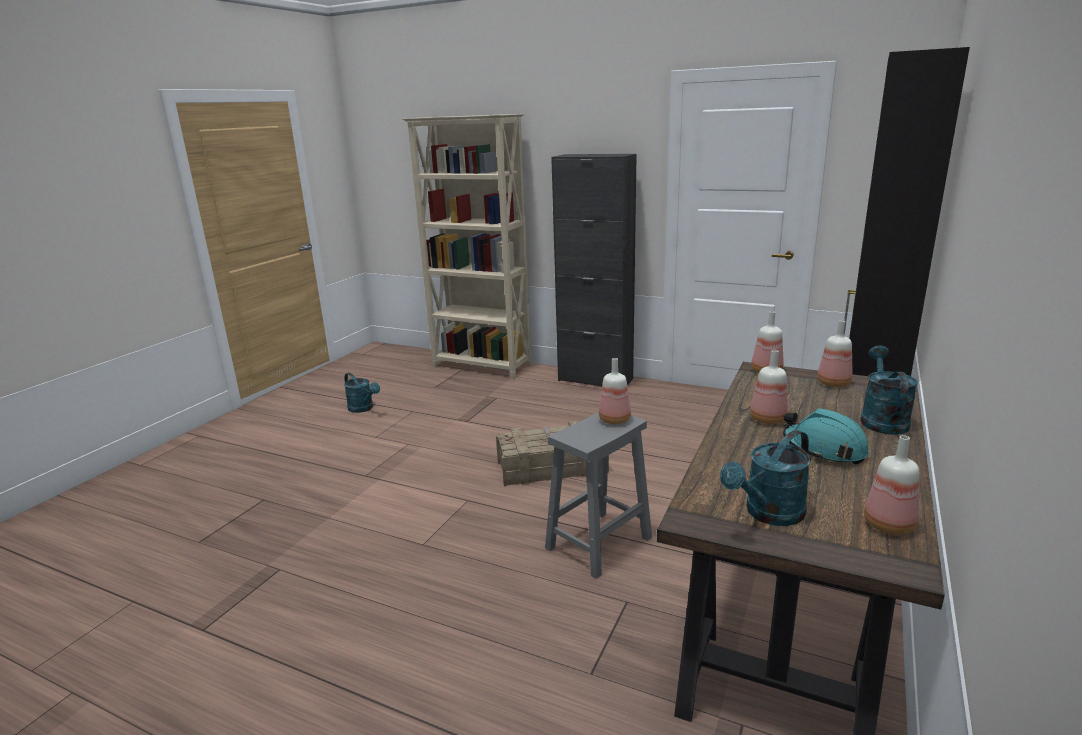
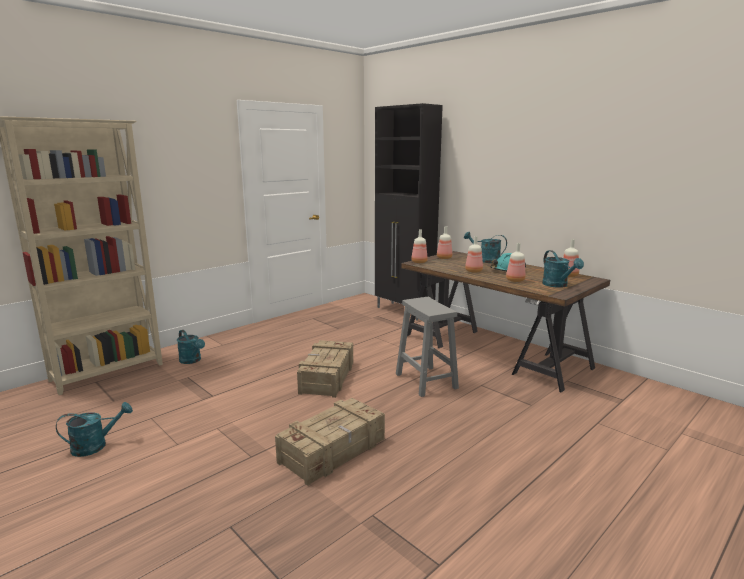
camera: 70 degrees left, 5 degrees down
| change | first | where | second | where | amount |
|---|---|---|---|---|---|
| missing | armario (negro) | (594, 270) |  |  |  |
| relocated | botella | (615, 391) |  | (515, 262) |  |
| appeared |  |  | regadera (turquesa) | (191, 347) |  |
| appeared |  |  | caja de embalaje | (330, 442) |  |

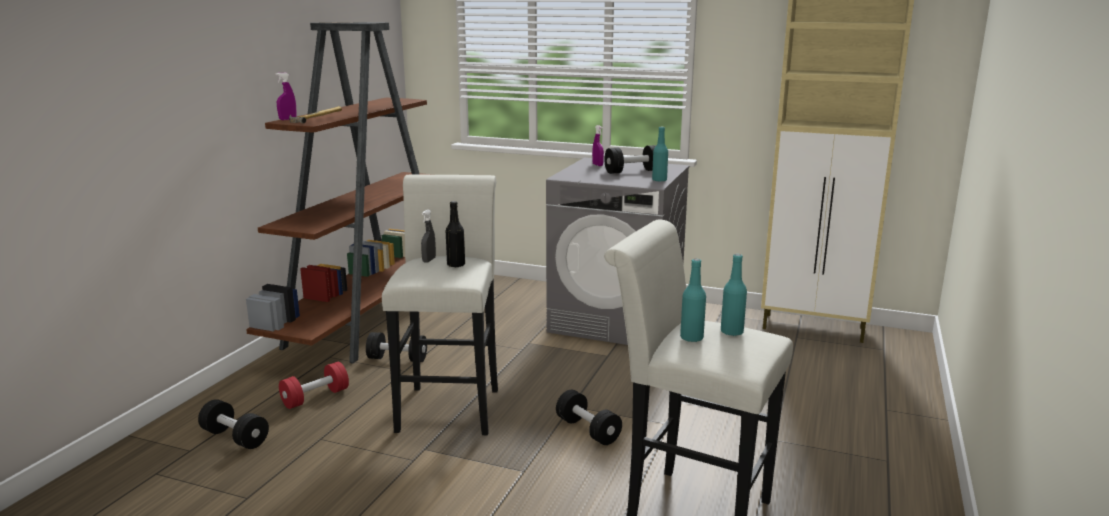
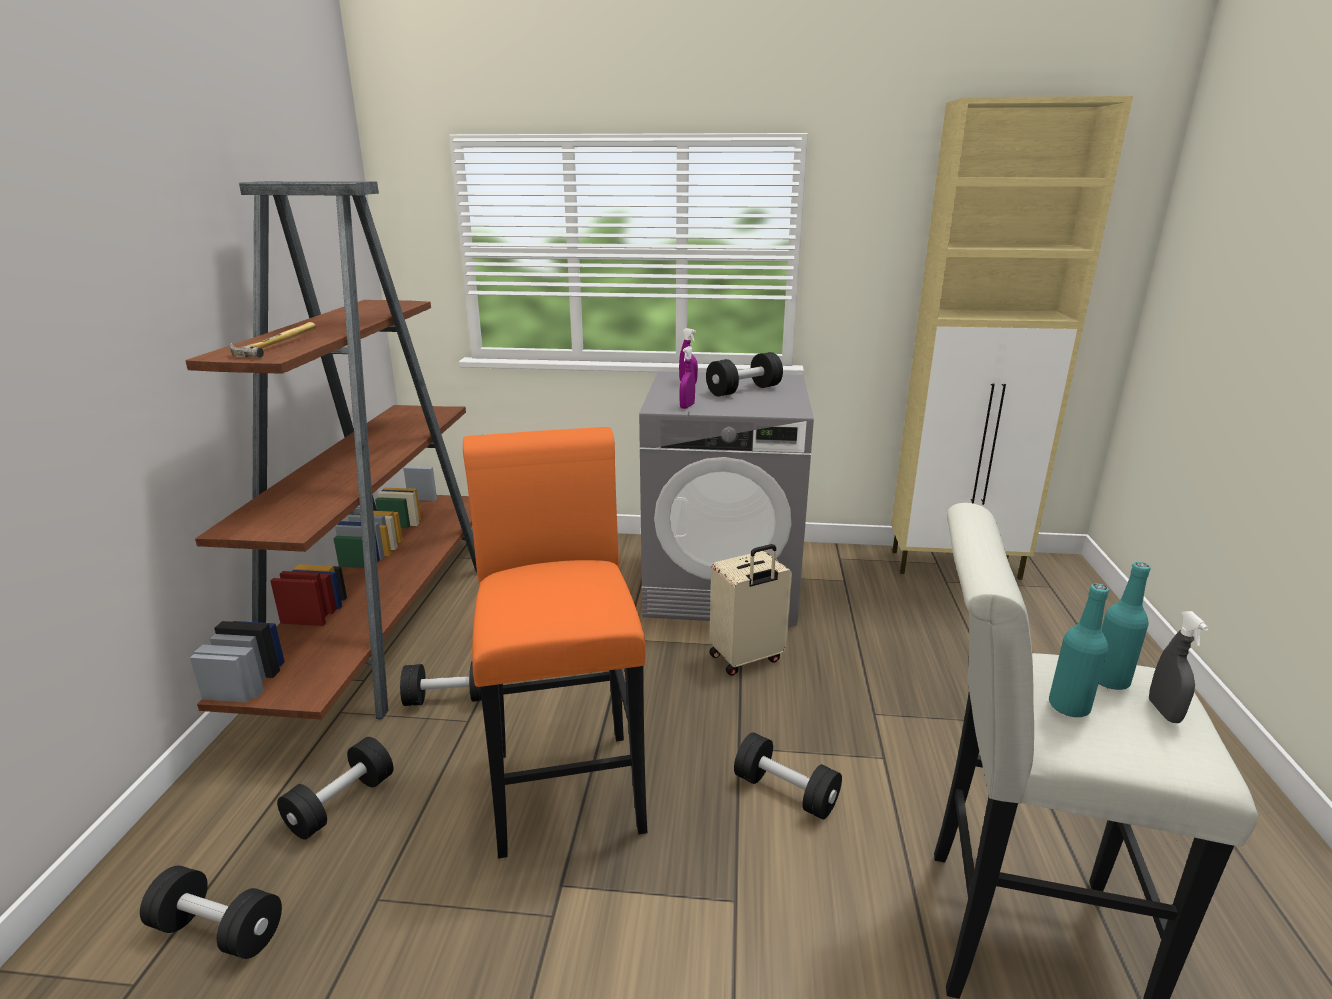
camera: 15 degrees left, 5 degrees up
| change | first | where | second | where | amount |
|---|---|---|---|---|---|
| relocated | pulverizador (morado) | (286, 96) |  | (687, 377) |  |
| colour | mancuerna (rojo) | (314, 385) | mancuerna (negro) | (335, 788) |  |
| colour | taburete (blanco) | (440, 304) | taburete (naranja) | (555, 643) |  |
| relocated | pulverizador (gris) | (428, 236) |  | (1179, 667) |  |
| missing | botella (negro) | (455, 234) |  |  |  |
| missing | botella (turquesa) | (660, 154) |  |  |  |
| appeared |  |  | maleta (beis) | (750, 610) |  |

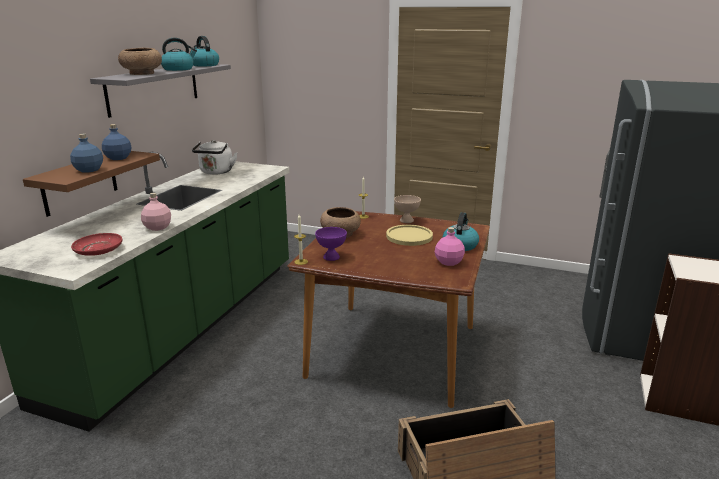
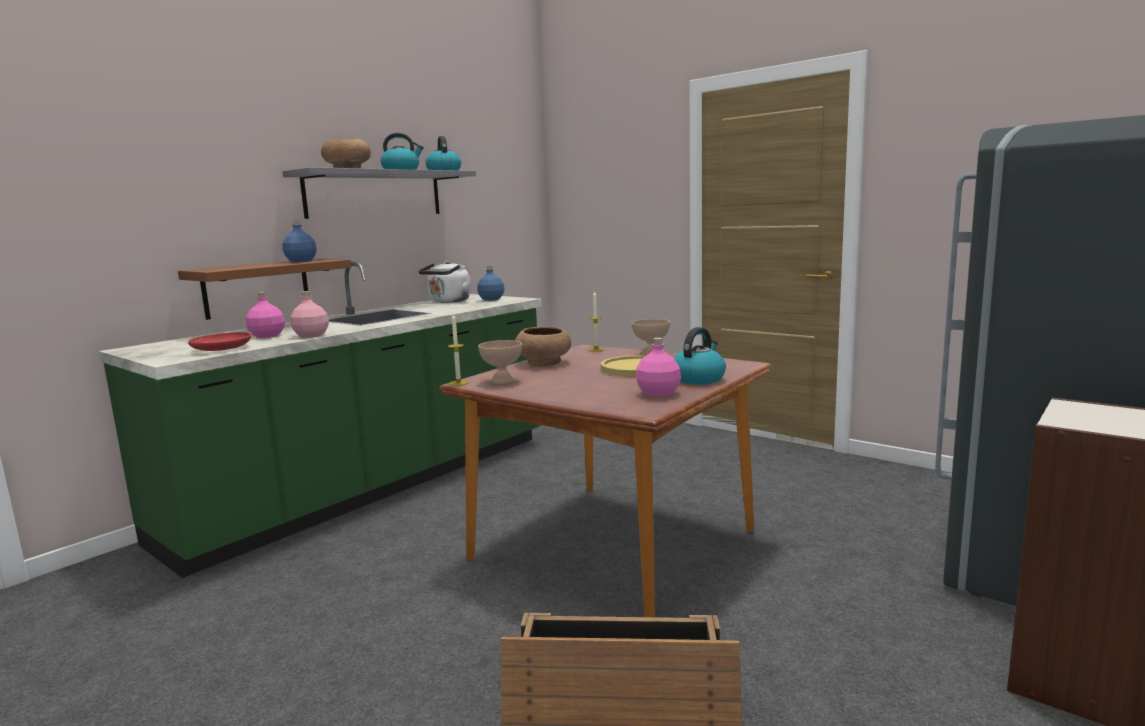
camera: 20 degrees right, 10 degrees down
| change | first | where | second | where | amount |
|---|---|---|---|---|---|
| relocated | botella (azul) | (86, 153) |  | (491, 283) |  |
| colour | cuenco (morado) | (331, 244) | cuenco (beis) | (500, 362) |  |
| appeared |  |  | botella (rosa) | (265, 315) |  |

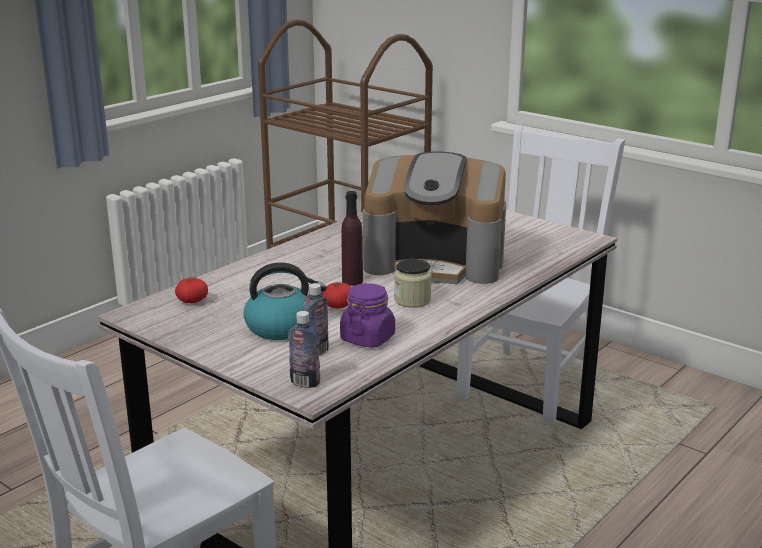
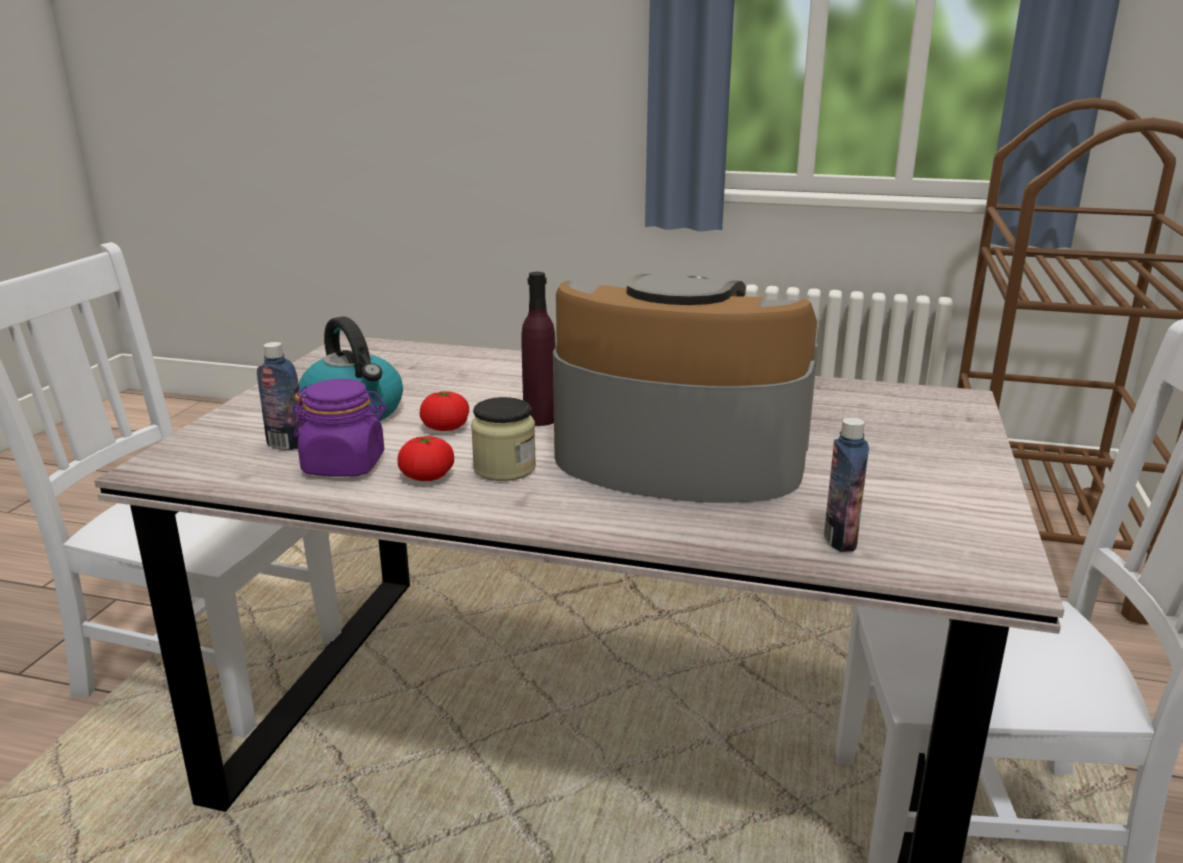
camera: 65 degrees right, 0 degrees up
| change | first | where | second | where | amount |
|---|---|---|---|---|---|
| relocated | tomate | (191, 290) |  | (426, 458) |  |
| relocated | botella | (304, 349) |  | (846, 485) |  |
| spun | cafetera | (434, 217) |  | (685, 388) | 120 degrees clockwise |

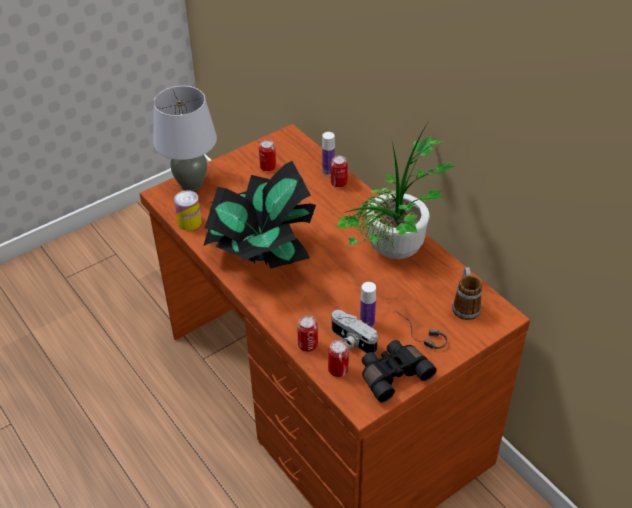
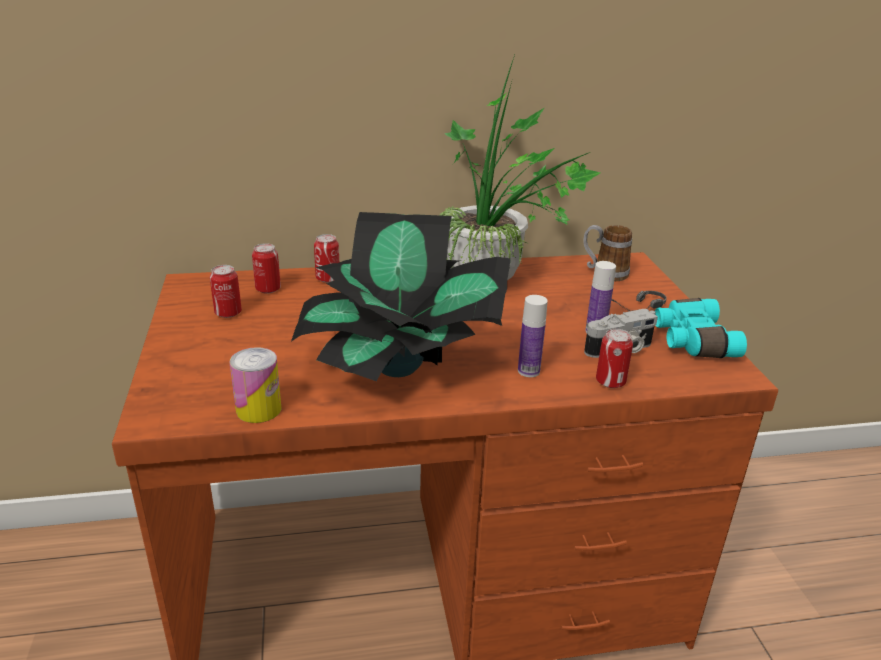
camera: 65 degrees left, 15 degrees down
| change | first | where | second | where | amount |
|---|---|---|---|---|---|
| missing | lámpara de mesa (gris) | (185, 138) |  |  |  |
| relocated | botella | (328, 153) |  | (533, 336) |  |
| relocated | lata | (338, 358) |  | (266, 268) |  |
| colour | prismáticos (negro) | (399, 371) | prismáticos (turquesa) | (701, 328) |  |

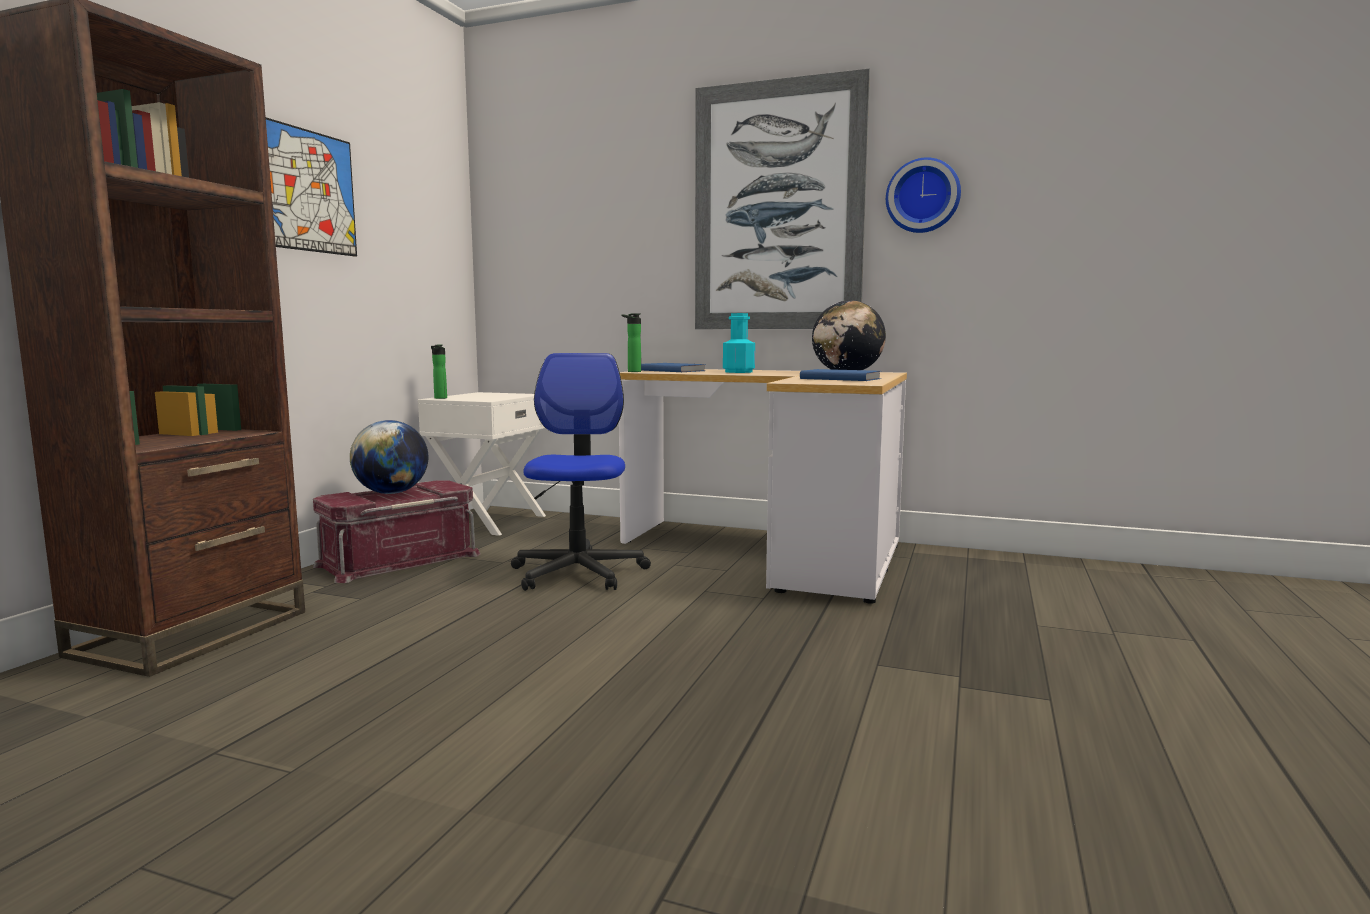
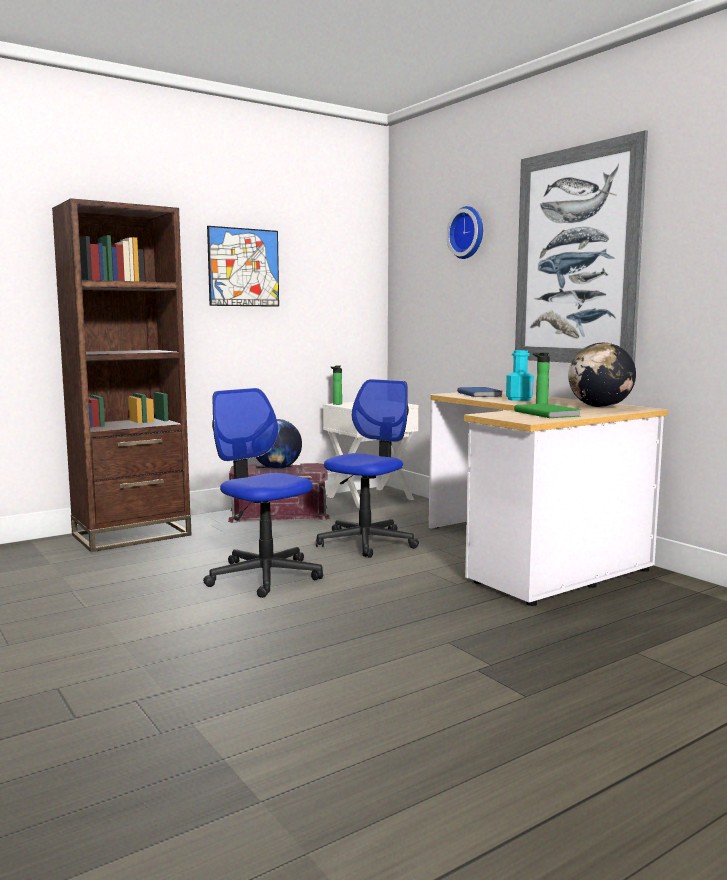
camera: 35 degrees right, 0 degrees up
| change | first | where | second | where | amount |
|---|---|---|---|---|---|
| relocated | botella | (631, 342) |  | (541, 378) |  |
| colour | libro (azul) | (840, 375) | libro (verde) | (547, 411) |  |
| relocated | reloj de pared | (923, 195) |  | (464, 232) |  |
| appeared |  |  | silla de oficina | (263, 493) |  |

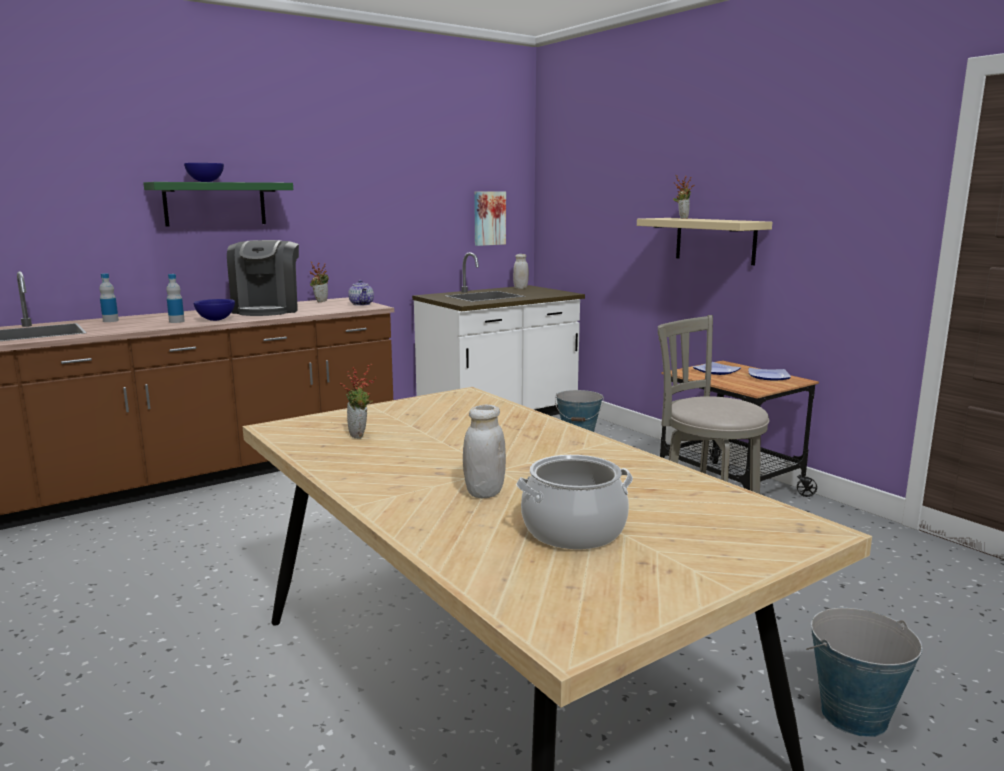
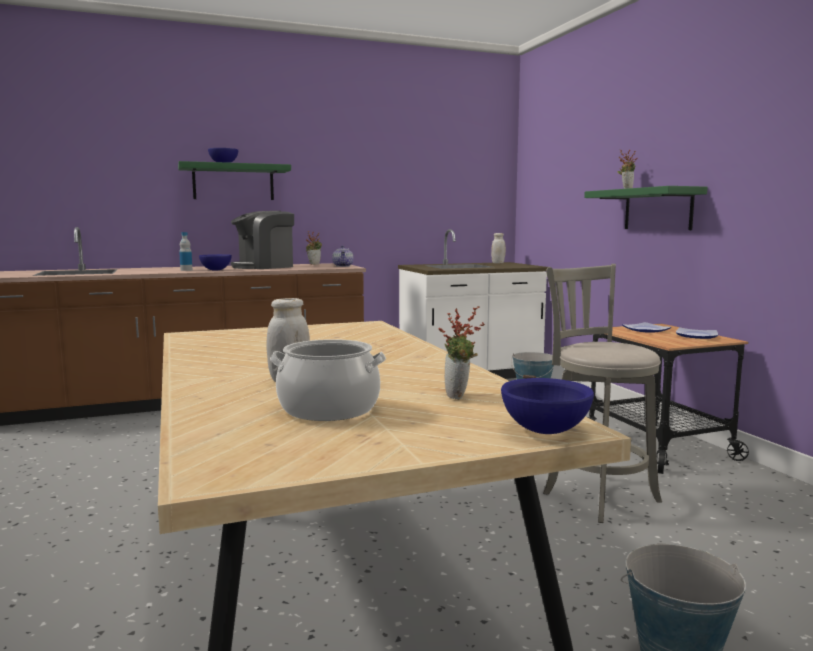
camera: 15 degrees right, 5 degrees down
| change | first | where | second | where | amount |
|---|---|---|---|---|---|
| missing | botella | (109, 297) |  |  |  |
| spun | cafetera | (263, 278) |  | (262, 240) | 45 degrees clockwise |
| relocated | planta en maceta | (358, 401) |  | (461, 353) |  |
| missing | cuadro | (490, 218) |  |  |  |
| colour | estante (beis) | (704, 241) | estante (verde) | (645, 208) |  |
| appeared |  |  | cuenco (azul) | (547, 406) |  |

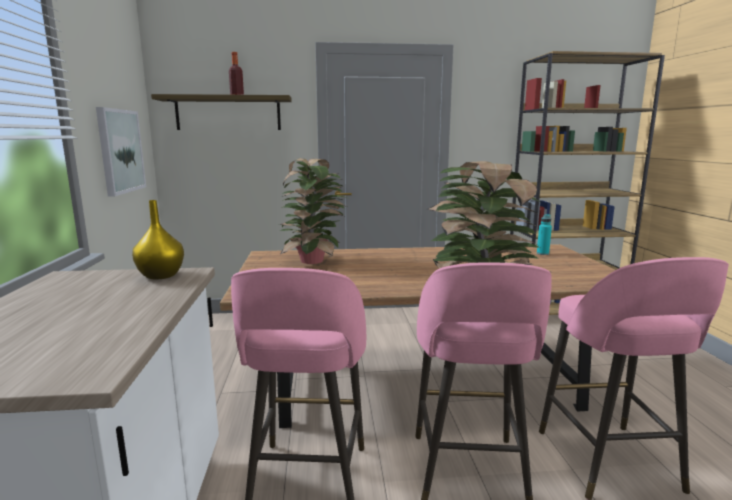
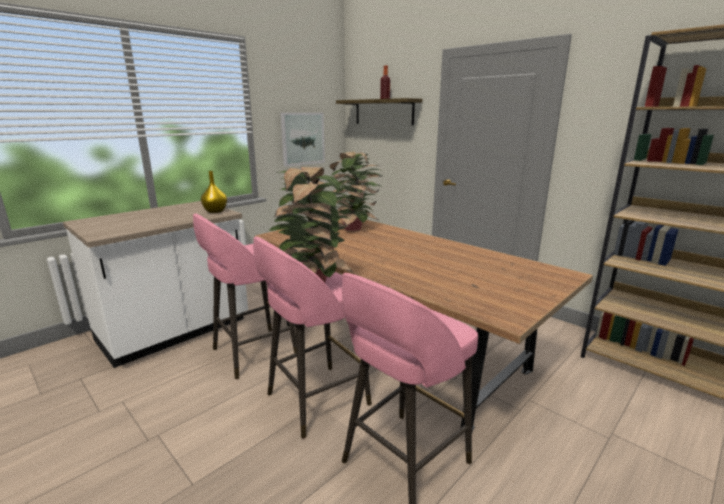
camera: 50 degrees right, 5 degrees up
| change | first | where | second | where | amount |
|---|---|---|---|---|---|
| missing | botella (turquesa) | (544, 234) |  |  |  |

